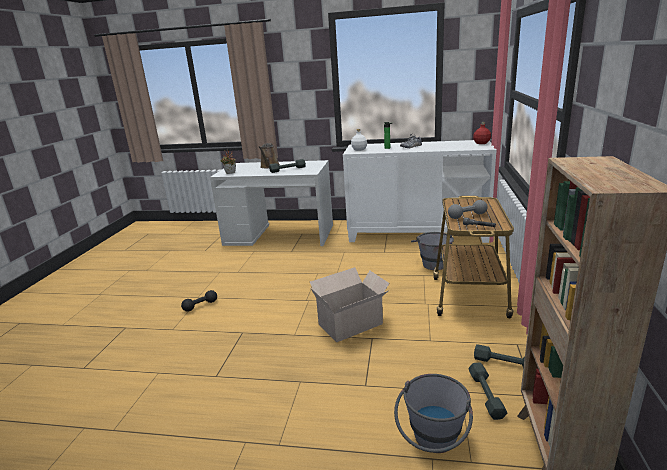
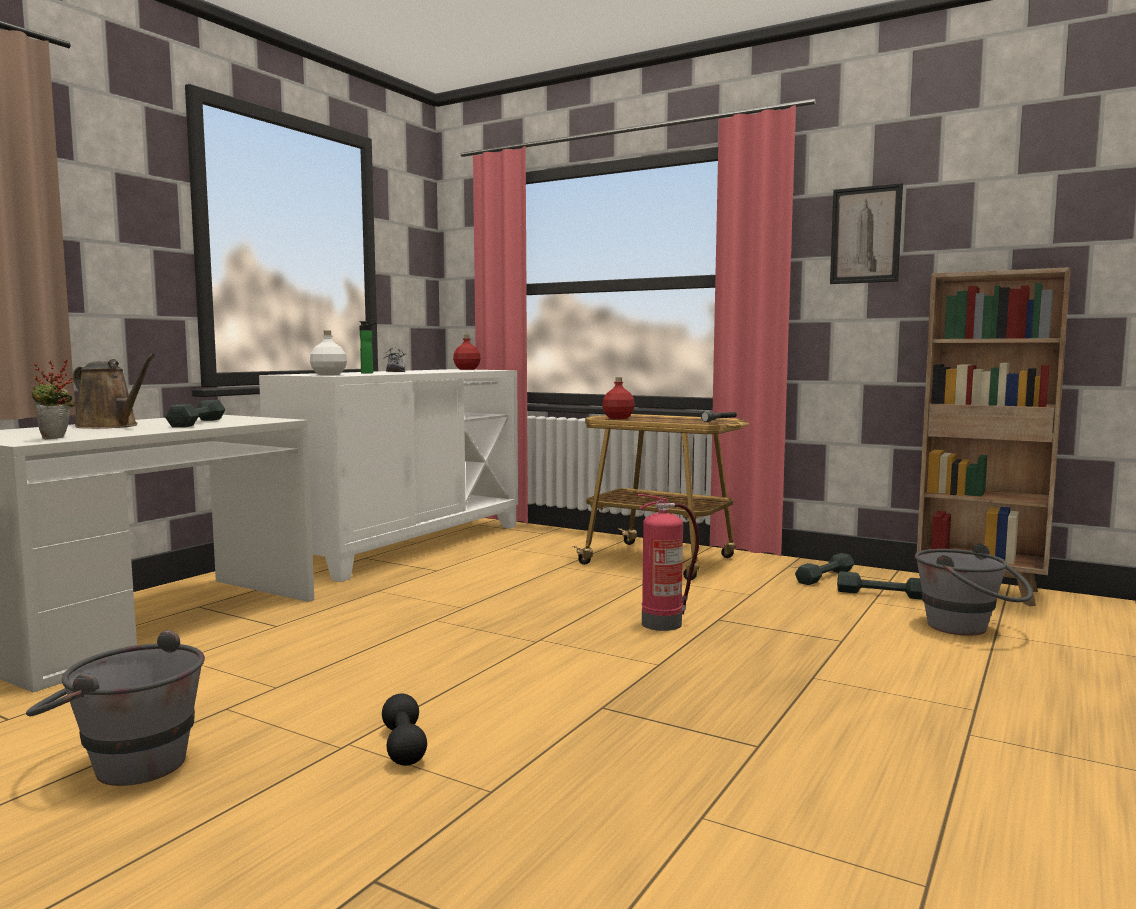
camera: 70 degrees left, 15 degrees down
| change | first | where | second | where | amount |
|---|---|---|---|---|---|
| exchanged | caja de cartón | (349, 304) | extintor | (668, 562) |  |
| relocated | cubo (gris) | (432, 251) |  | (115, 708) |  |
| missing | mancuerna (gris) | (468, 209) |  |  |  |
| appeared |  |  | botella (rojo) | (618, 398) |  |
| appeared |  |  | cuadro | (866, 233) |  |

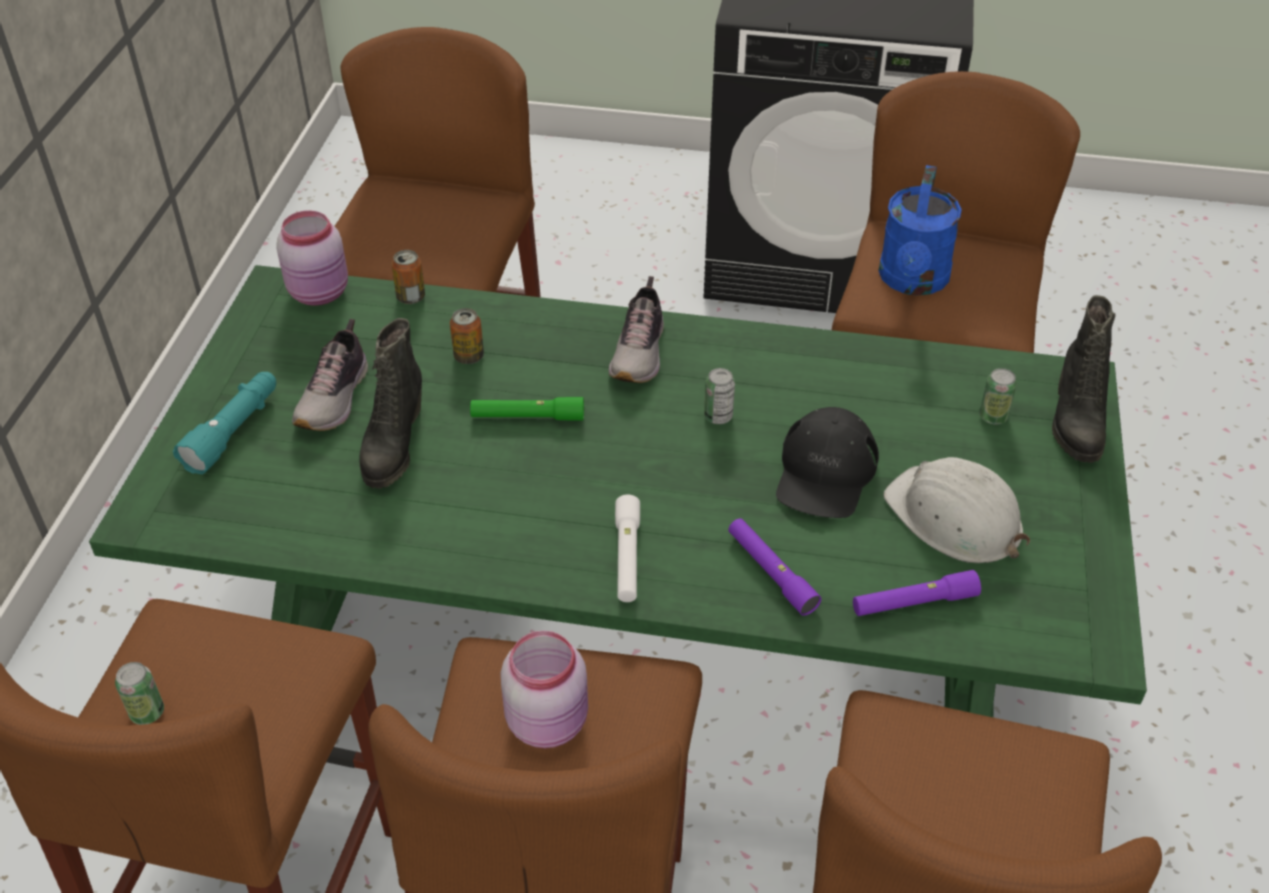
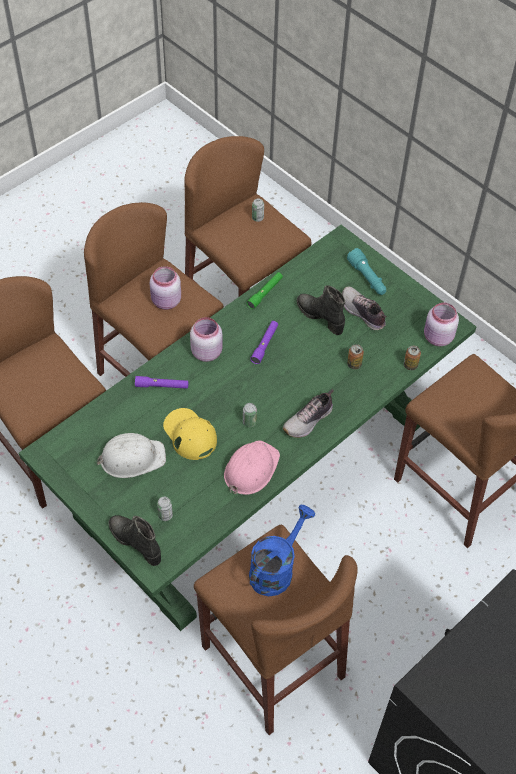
camera: 125 degrees right, 10 degrees up
| change | first | where | second | where | amount |
|---|---|---|---|---|---|
| relocated | linterna (verde) | (527, 408) |  | (265, 290) |  |
| spun | zapato | (636, 329) |  | (308, 413) | 90 degrees counterclockwise |
| exchanged | linterna (blanco) | (627, 548) | tarro (rosa) | (206, 339) |  |
| colour | gorra (negro) | (827, 462) | gorra (amarillo) | (190, 434) |  |
| relocated | linterna (morado) | (917, 593) |  | (264, 342) |  |
| spun | regadera (azul) | (920, 230) |  | (282, 550) | 75 degrees clockwise |
| appeared |  |  | casco (rosa) | (252, 467) |  |

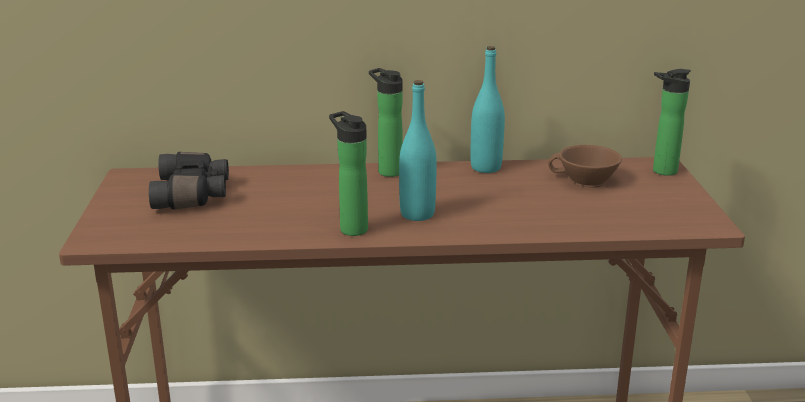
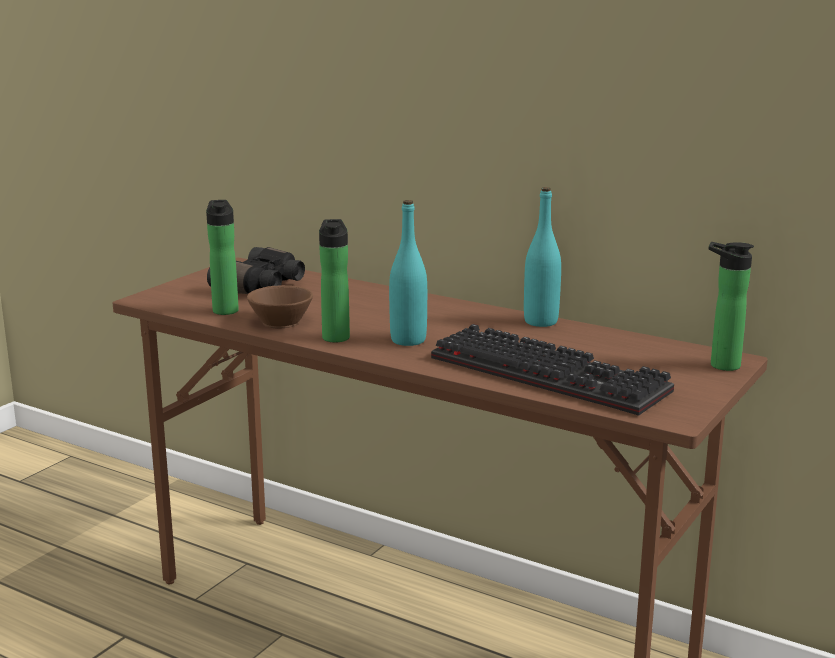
camera: 35 degrees right, 5 degrees down
| change | first | where | second | where | amount |
|---|---|---|---|---|---|
| relocated | botella | (386, 122) |  | (222, 257) |  |
| relocated | taza (marrón) | (585, 166) |  | (280, 306) |  |
| appeared |  |  | teclado | (552, 370) |  |

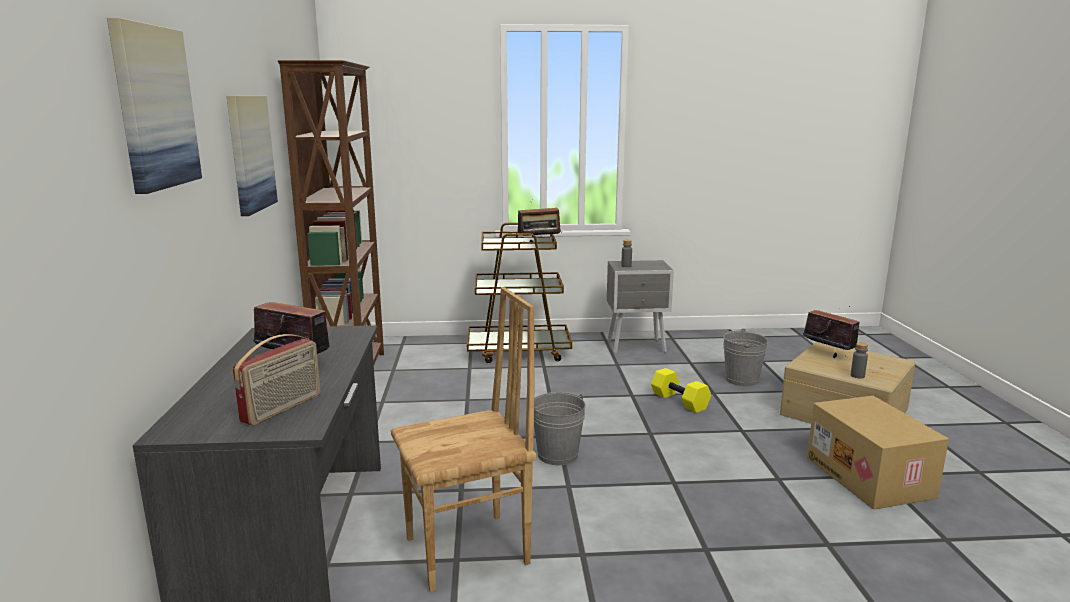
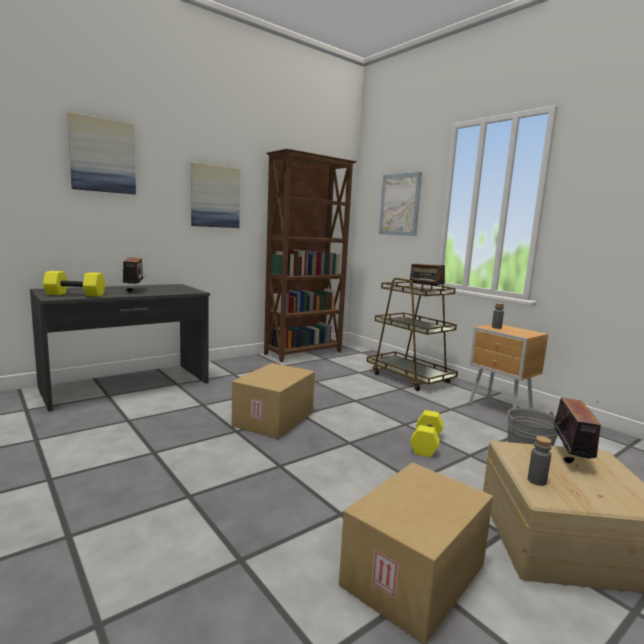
camera: 55 degrees right, 5 degrees down
| change | first | where | second | where | amount |
|---|---|---|---|---|---|
| exchanged | radio | (276, 379) | mancuerna (amarillo) | (74, 284) |  |
| missing | silla (marrón) | (463, 439) |  |  |  |
| exchanged | cubo (gris) | (560, 428) | caja de cartón | (273, 401) |  |
| colour | mesita de noche (gris) | (640, 307) | mesita de noche (marrón) | (508, 366) |  |
| appeared |  |  | cuadro | (400, 204) |  |

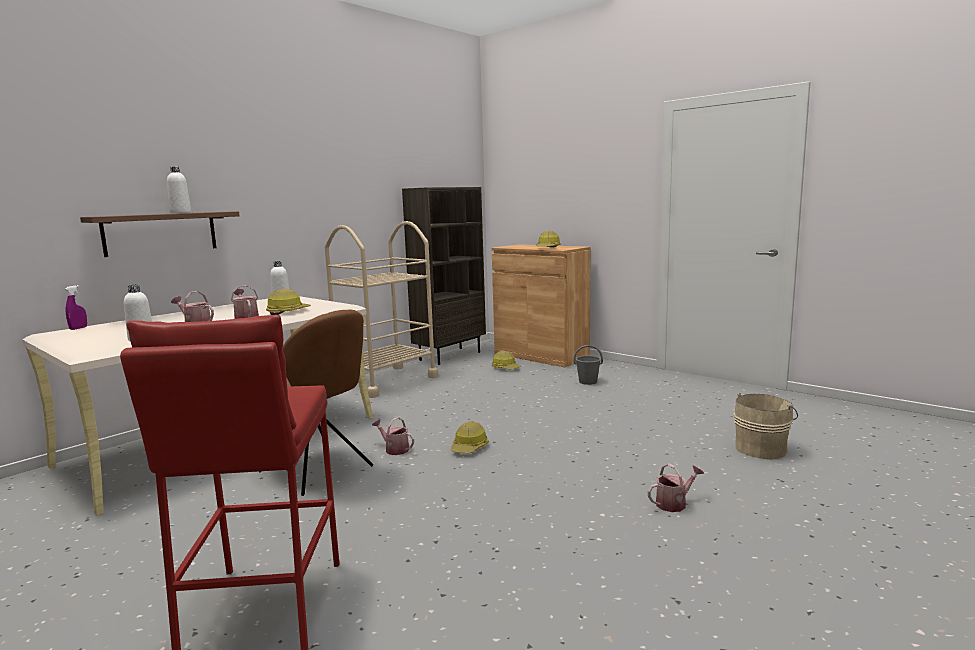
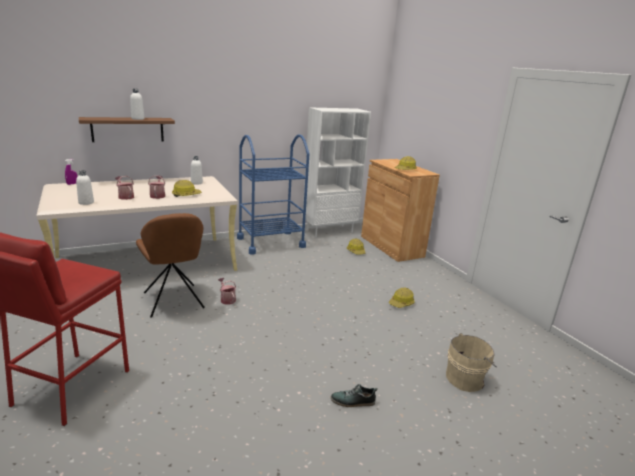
camera: 20 degrees right, 10 degrees up
| change | first | where | second | where | amount |
|---|---|---|---|---|---|
| colour | carrito (beis) | (382, 309) | carrito (azul) | (273, 194) |  |
| colour | estantería (marrón) | (444, 276) | estantería (blanco) | (336, 172) |  |
| relocated | casco | (470, 437) |  | (402, 297) |  |
| missing | cubo (gris) | (588, 365) |  |  |  |
| exchanged | regadera | (676, 487) | zapato | (354, 395) |  |

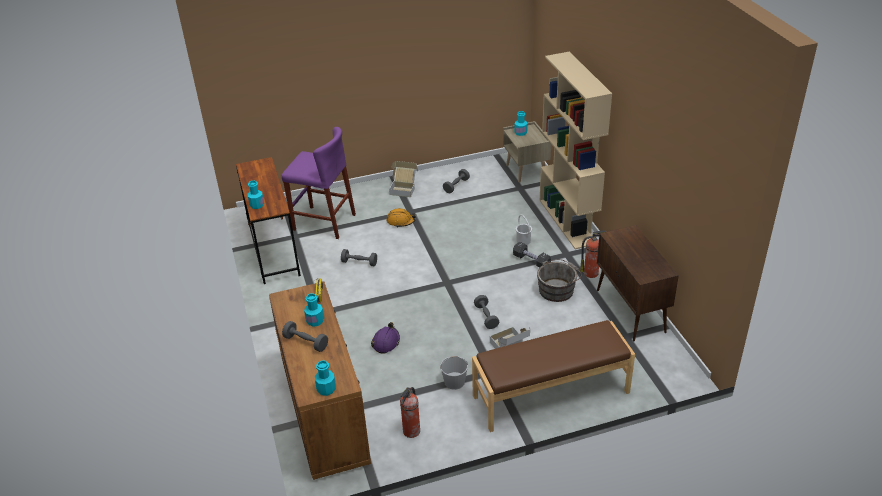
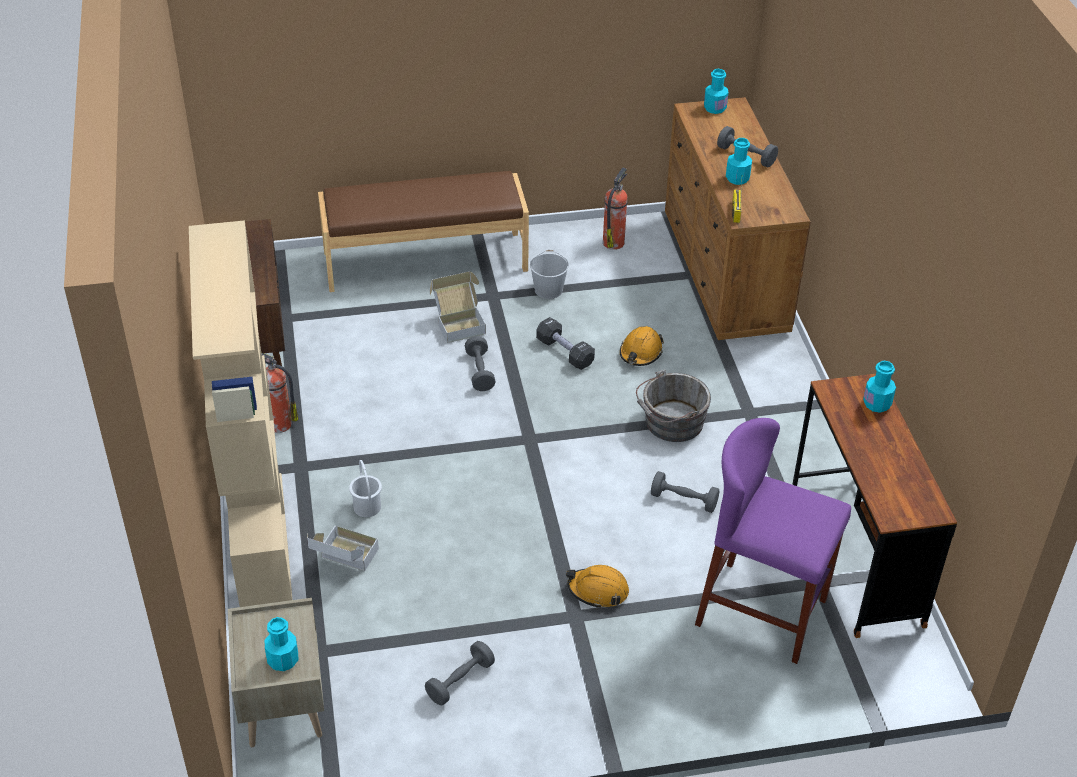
camera: 175 degrees left, 5 degrees up
| change | first | where | second | where | amount |
|---|---|---|---|---|---|
| colour | casco (morado) | (385, 338) | casco (naranja) | (642, 346) |  |
| relocated | caja de cartón | (403, 179) |  | (343, 548) |  |
| relocated | mancuerna (negro) | (532, 255) |  | (565, 343) |  |
| relocated | cubo (gris) | (559, 280) |  | (673, 405) |  |

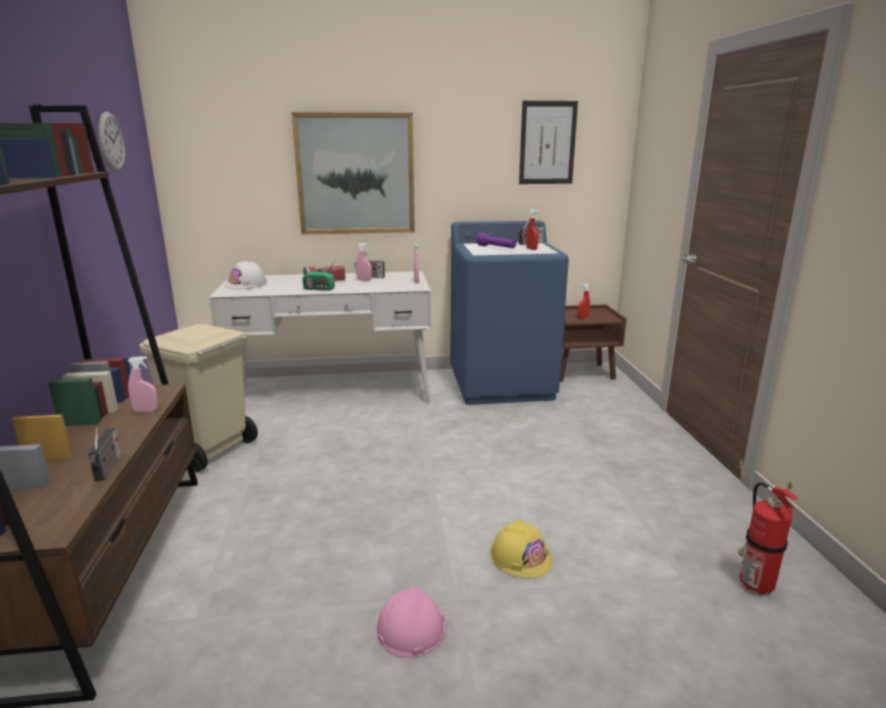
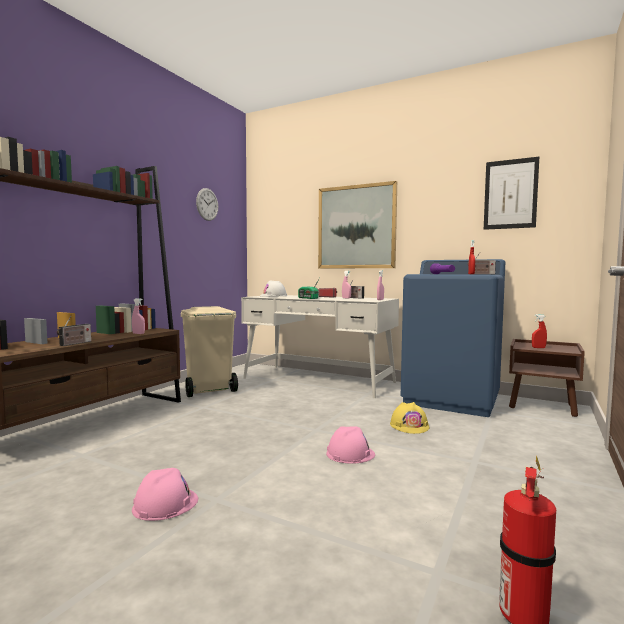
camera: 35 degrees right, 15 degrees down
| change | first | where | second | where | amount |
|---|---|---|---|---|---|
| relocated | casco (amarillo) | (521, 549) |  | (410, 418) |  |
| appeared |  |  | casco (rosa) | (350, 445) |  |

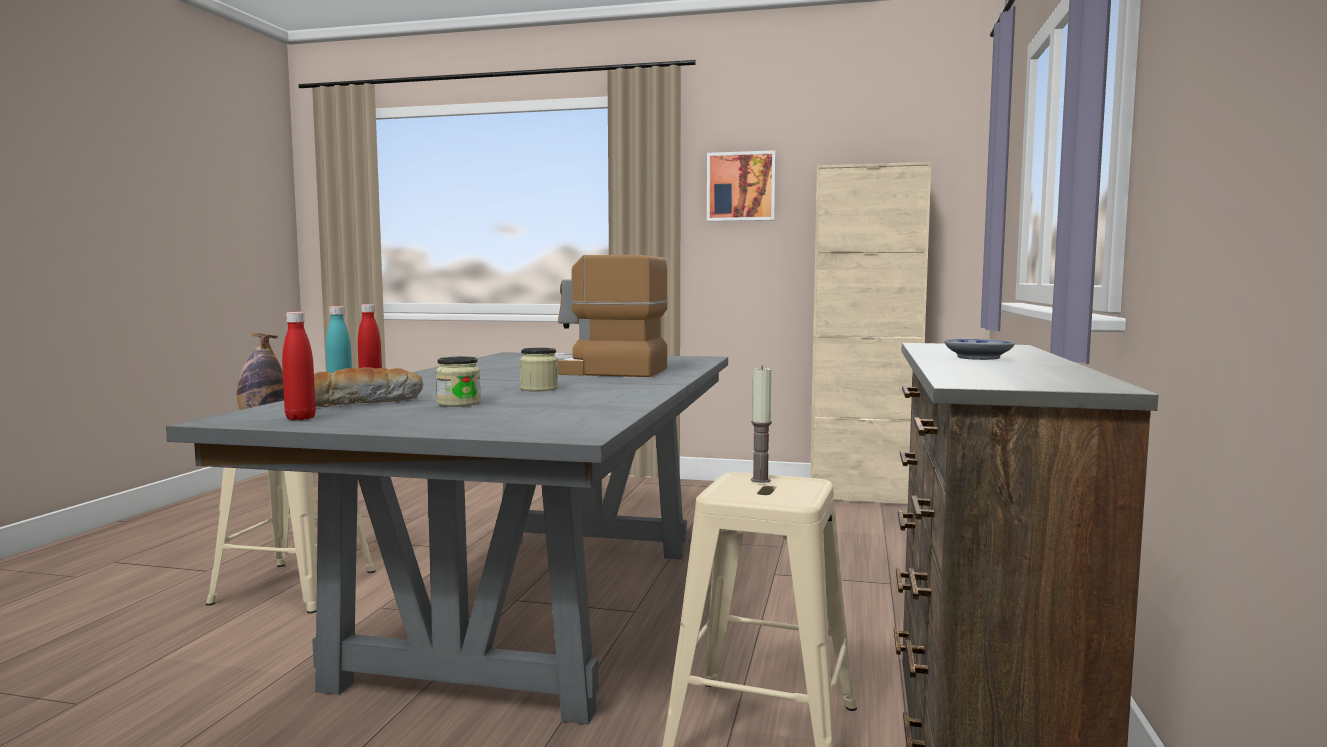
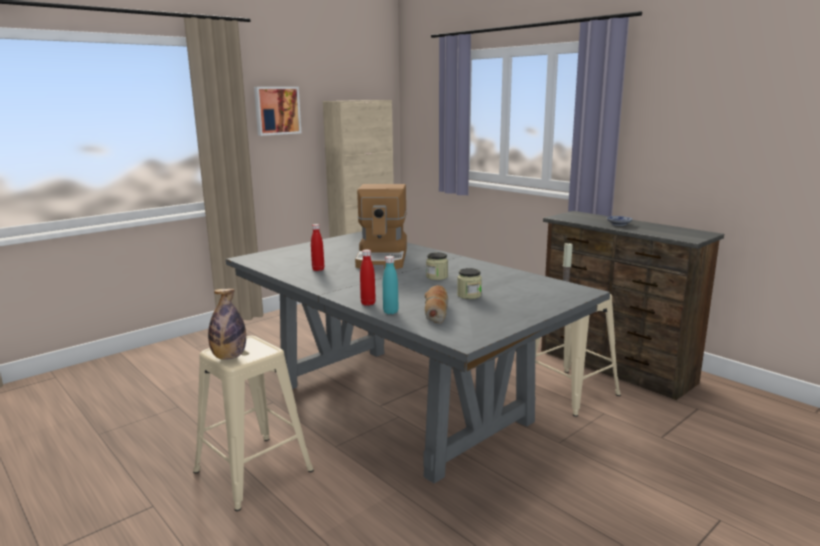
camera: 55 degrees left, 10 degrees up
| change | first | where | second | where | amount |
|---|---|---|---|---|---|
| relocated | botella (rojo) | (299, 366) |  | (317, 247) |  |
| spun | cafetera | (611, 316) |  | (381, 226) | 45 degrees counterclockwise |

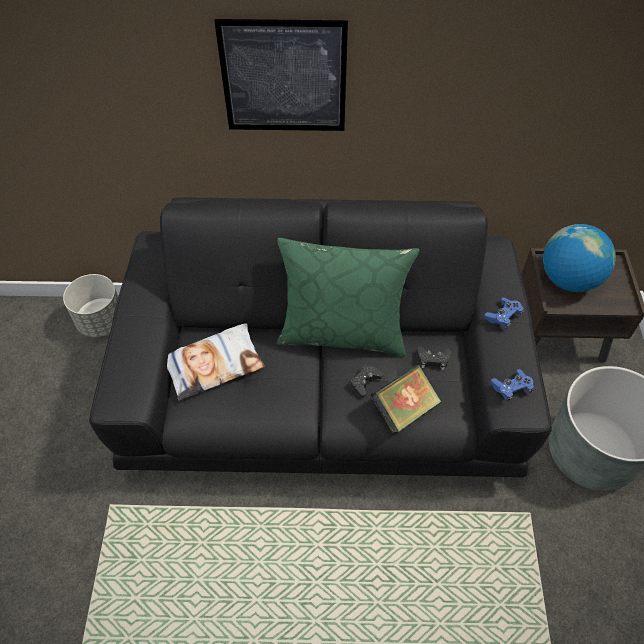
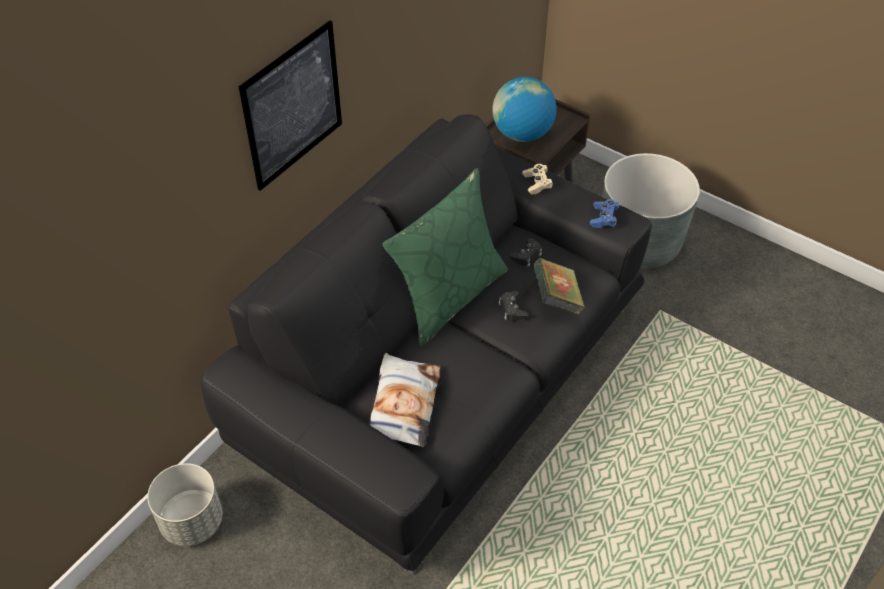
camera: 55 degrees left, 5 degrees down
| change | first | where | second | where | amount |
|---|---|---|---|---|---|
| colour | mando de consola (azul) | (504, 313) | mando de consola (beis) | (537, 179) |  |

